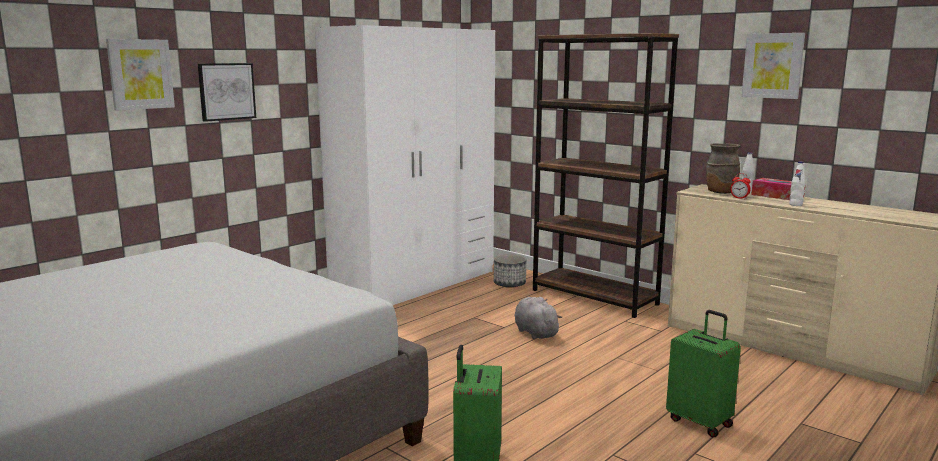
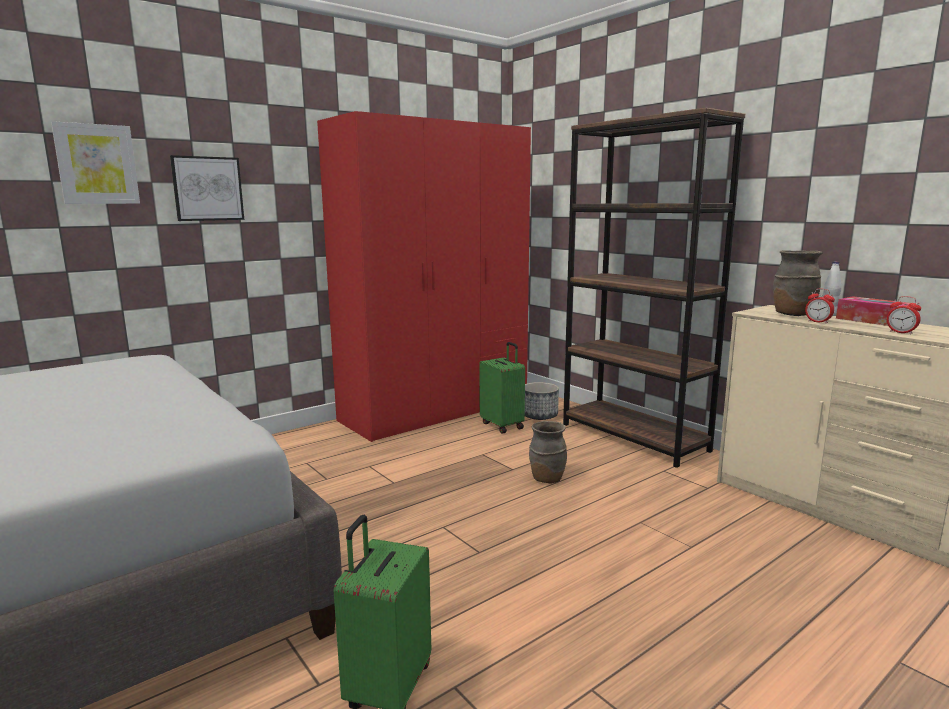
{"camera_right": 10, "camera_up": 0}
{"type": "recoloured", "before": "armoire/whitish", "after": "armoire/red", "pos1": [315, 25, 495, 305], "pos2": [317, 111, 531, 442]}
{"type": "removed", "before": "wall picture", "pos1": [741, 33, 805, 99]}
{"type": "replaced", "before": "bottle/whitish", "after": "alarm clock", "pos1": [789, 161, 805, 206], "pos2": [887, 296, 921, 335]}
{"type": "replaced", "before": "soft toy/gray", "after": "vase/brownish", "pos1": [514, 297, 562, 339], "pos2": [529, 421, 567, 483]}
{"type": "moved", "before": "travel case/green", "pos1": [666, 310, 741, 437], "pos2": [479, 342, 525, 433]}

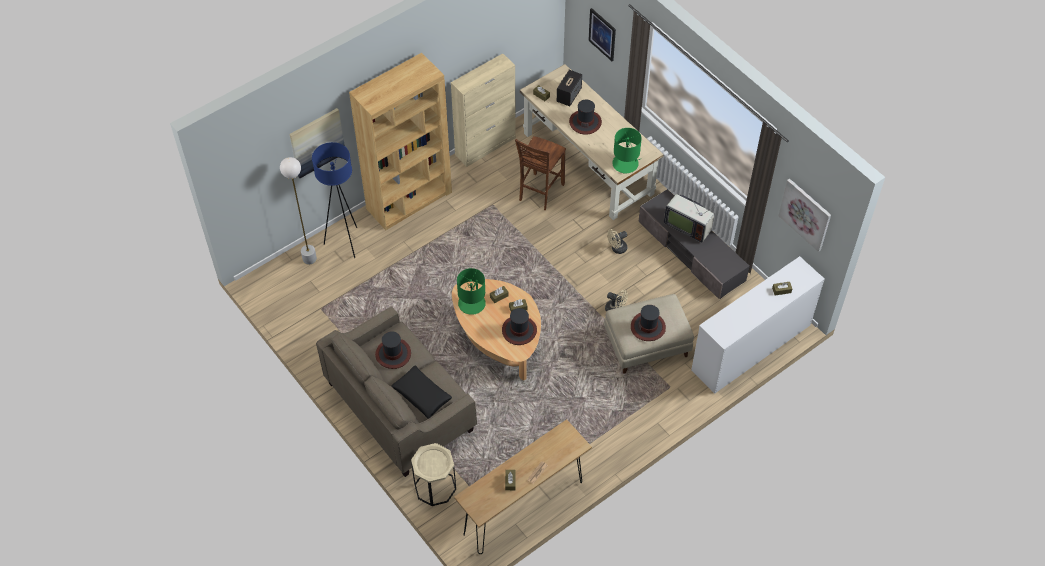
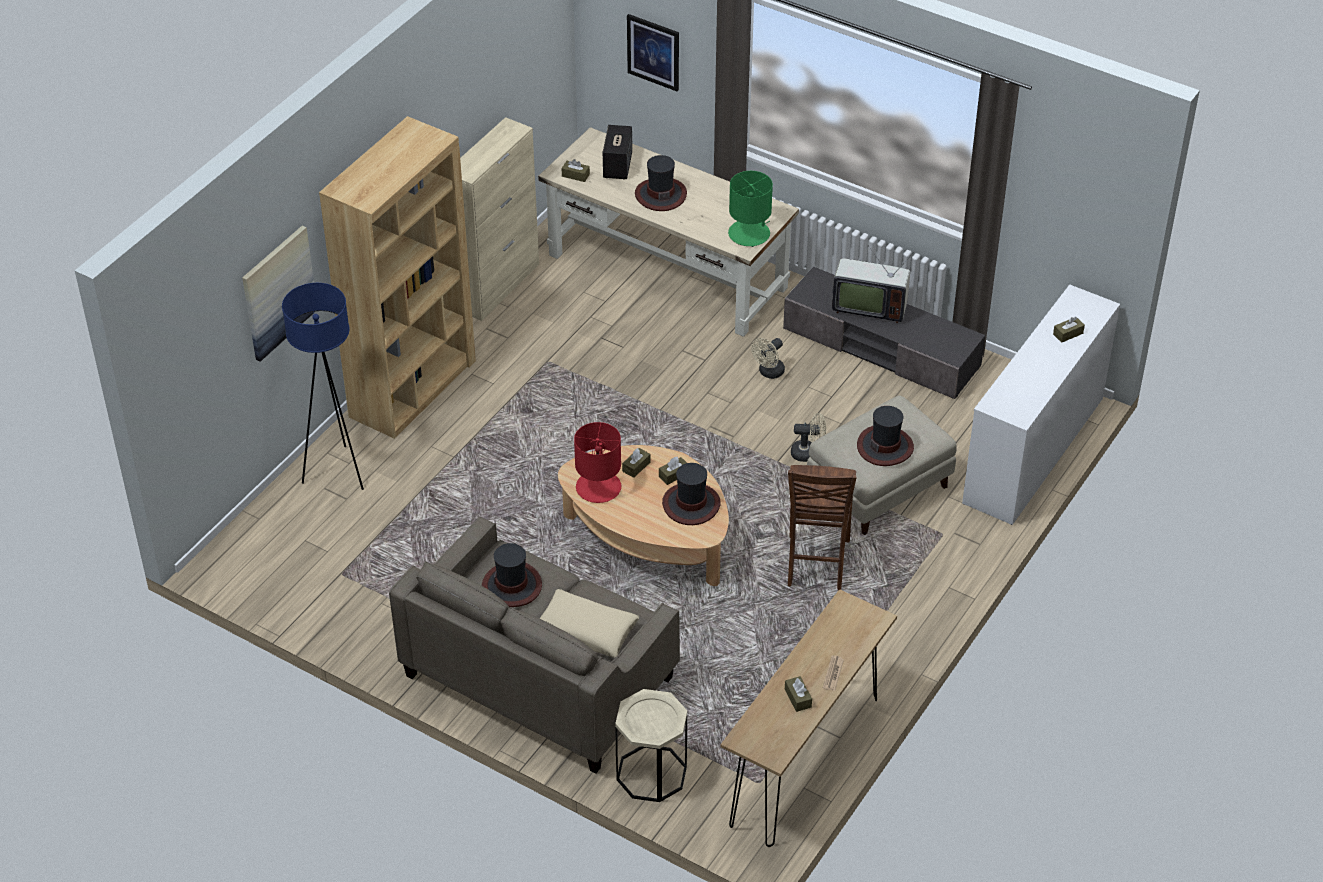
{"camera_right": -20, "camera_up": -10}
{"type": "moved", "before": "chair/brownish", "pos1": [515, 136, 566, 210], "pos2": [788, 465, 857, 590]}
{"type": "removed", "before": "standing lamp/whitish", "pos1": [280, 157, 317, 265]}
{"type": "removed", "before": "wall picture", "pos1": [778, 179, 831, 252]}
{"type": "recoloured", "before": "tabletop lamp/green", "after": "tabletop lamp/red", "pos1": [457, 268, 486, 315], "pos2": [574, 422, 621, 503]}
{"type": "recoloured", "before": "pillow/blackish", "after": "pillow/sand-coloured", "pos1": [391, 365, 452, 419], "pos2": [539, 589, 639, 658]}

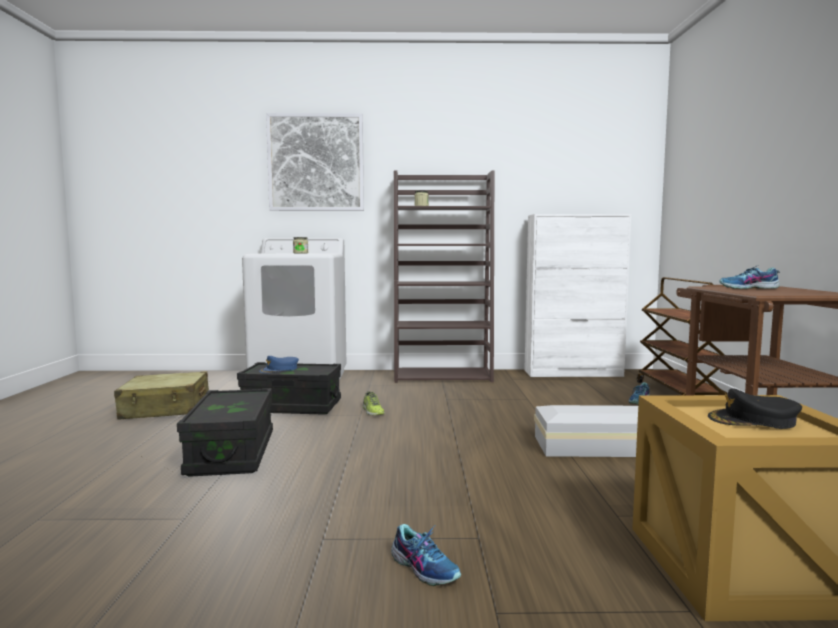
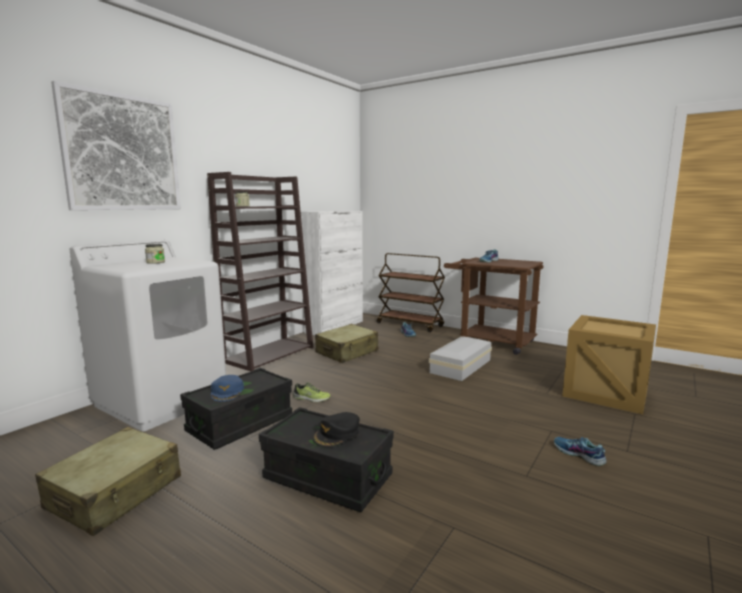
{"camera_right": -55, "camera_up": 5}
{"type": "moved", "before": "cap/blackish", "pos1": [708, 388, 802, 429], "pos2": [312, 412, 360, 447]}
{"type": "turned", "before": "low shoe", "pos1": [391, 524, 461, 586], "pos2": [554, 437, 607, 466], "turn": -120}
{"type": "added", "after": "travel case/sand-coloured", "pos2": [315, 324, 378, 363]}

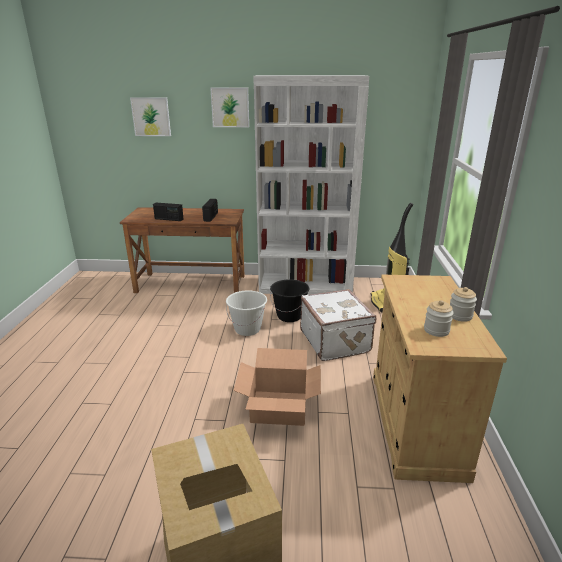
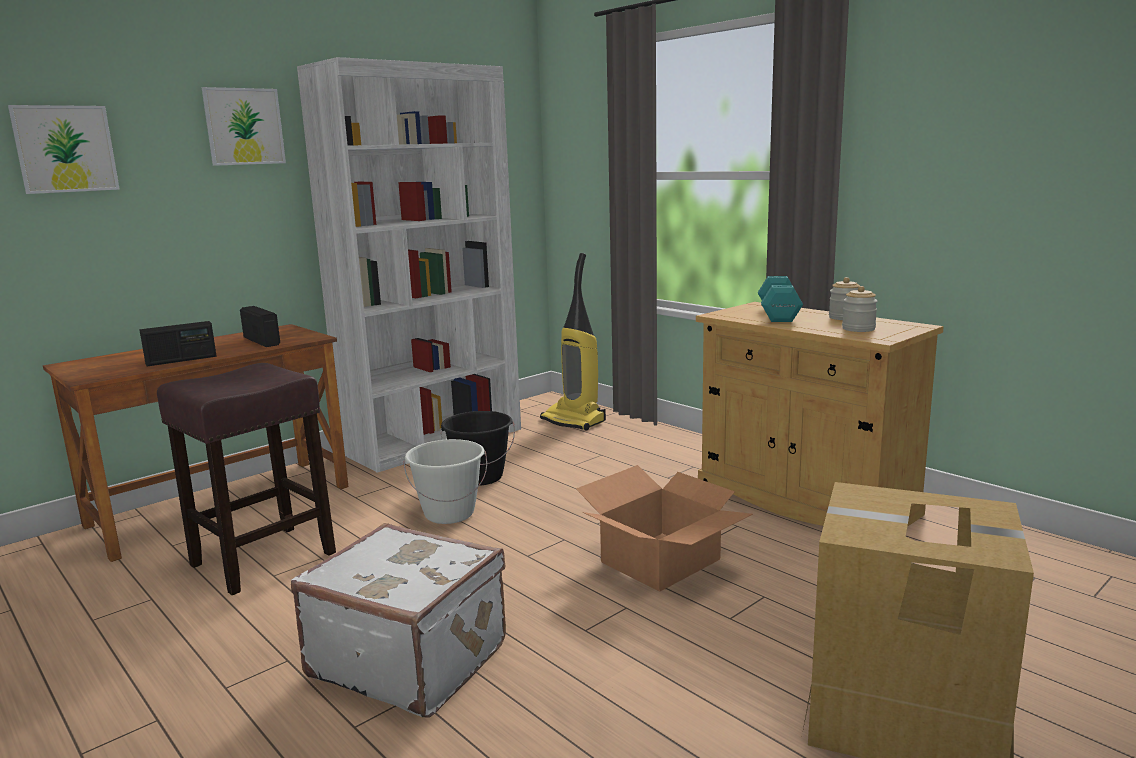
{"camera_right": -45, "camera_up": -10}
{"type": "moved", "before": "travel case/whitish", "pos1": [300, 289, 377, 361], "pos2": [291, 523, 506, 718]}
{"type": "added", "after": "free weight/turquoise", "pos2": [758, 276, 803, 322]}
{"type": "added", "after": "sitting stool/brownish", "pos2": [157, 363, 336, 595]}

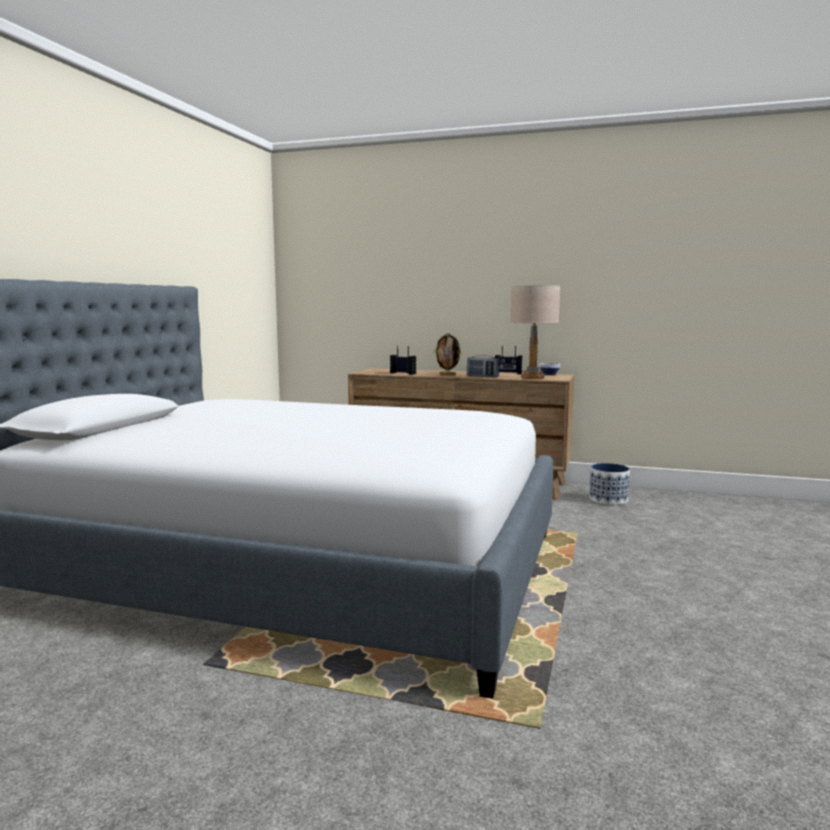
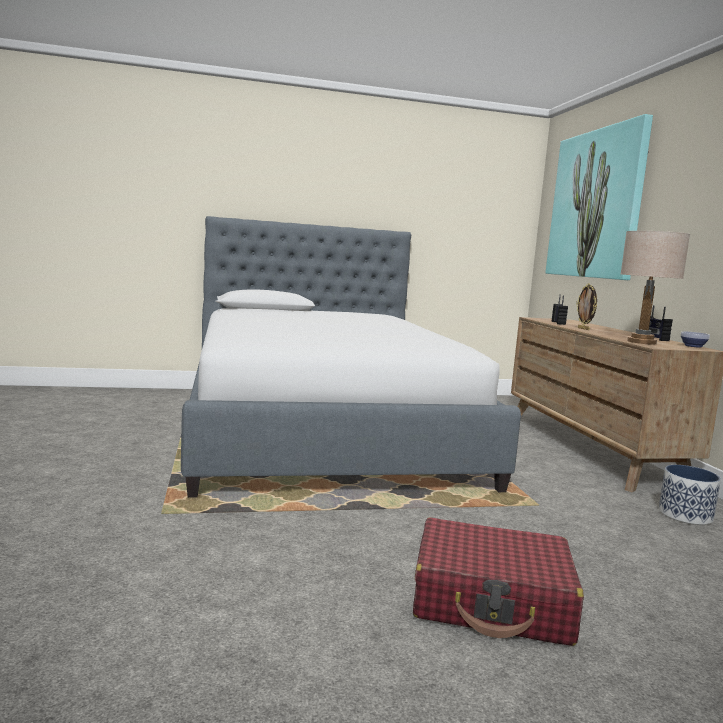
{"camera_right": 60, "camera_up": 0}
{"type": "removed", "before": "radio", "pos1": [467, 355, 500, 378]}
{"type": "added", "after": "wall picture", "pos2": [546, 114, 653, 280]}
{"type": "added", "after": "travel case/red", "pos2": [413, 517, 584, 646]}

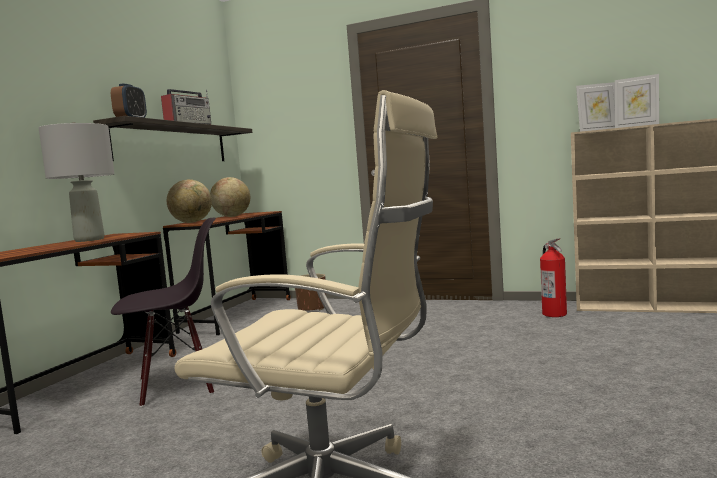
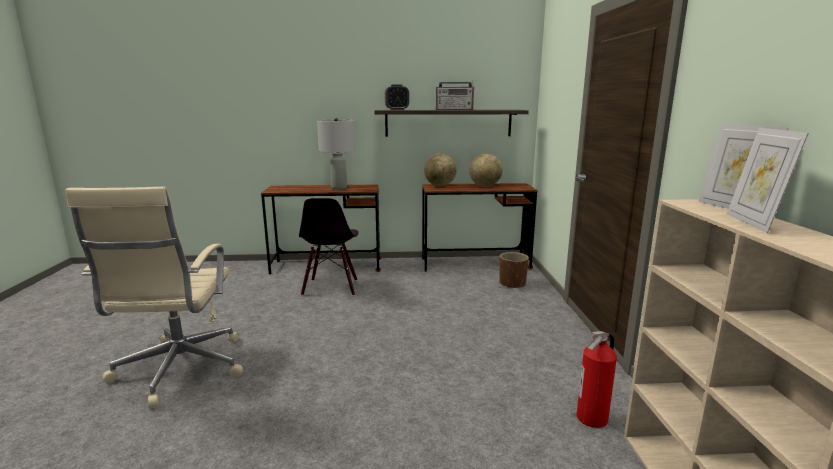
{"camera_right": 65, "camera_up": 10}
{"type": "turned", "before": "chair/blackish", "pos1": [111, 218, 216, 407], "pos2": [299, 198, 358, 296], "turn": 45}

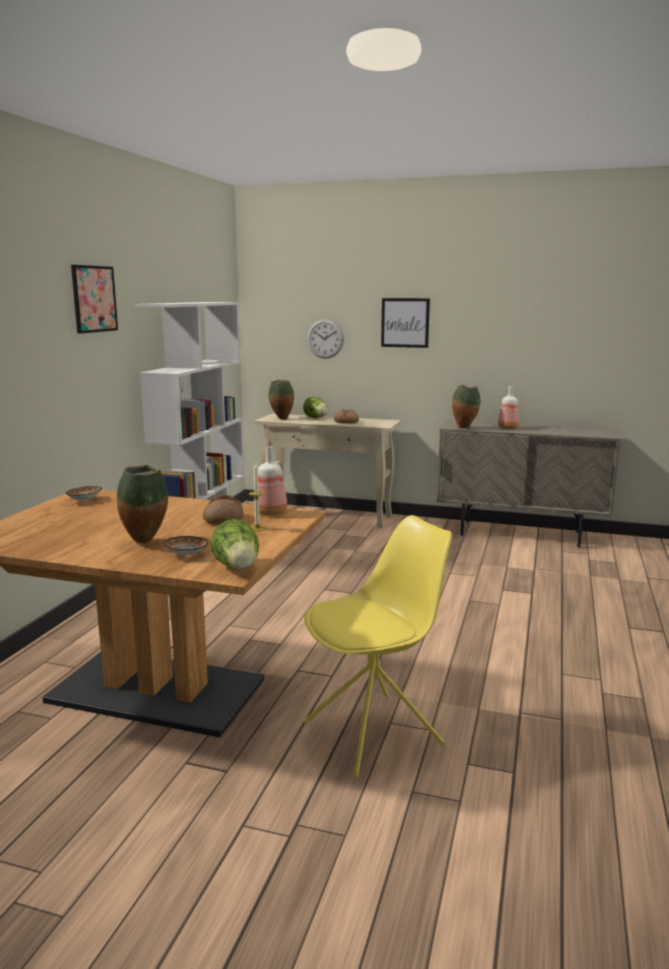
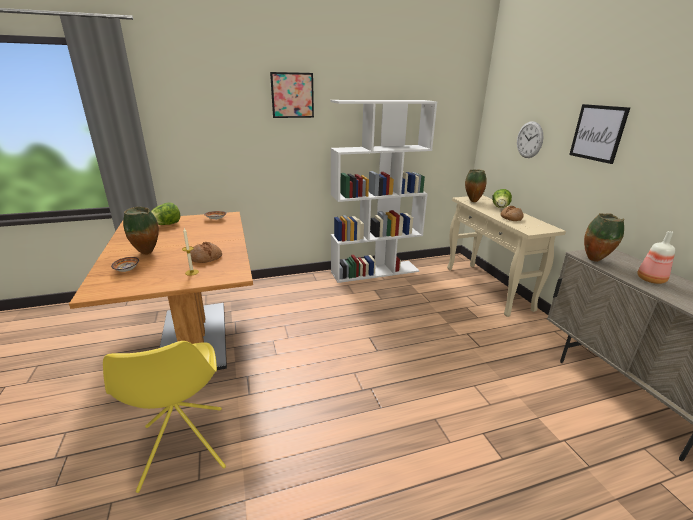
{"camera_right": 55, "camera_up": 10}
{"type": "removed", "before": "bottle", "pos1": [258, 447, 287, 515]}
{"type": "turned", "before": "chair/yellow", "pos1": [304, 515, 452, 778], "pos2": [103, 341, 226, 493], "turn": 45}
{"type": "moved", "before": "head of lettuce", "pos1": [210, 519, 259, 570], "pos2": [151, 203, 180, 225]}

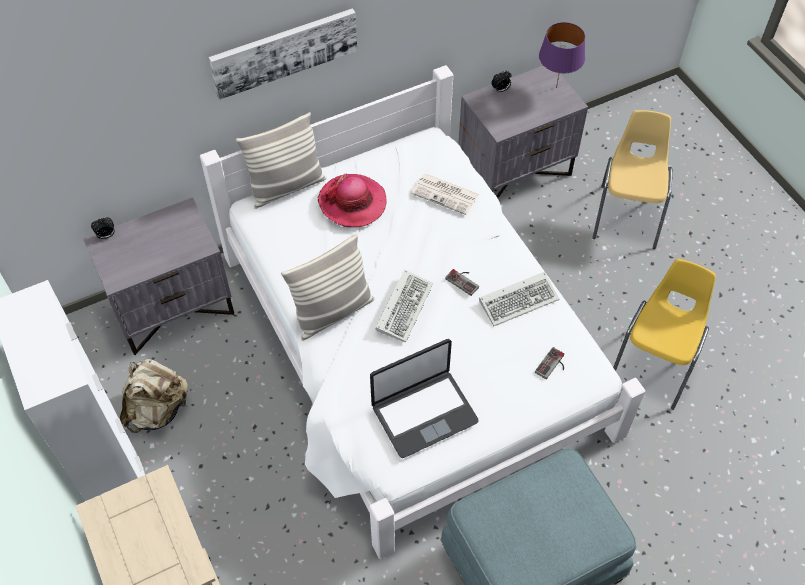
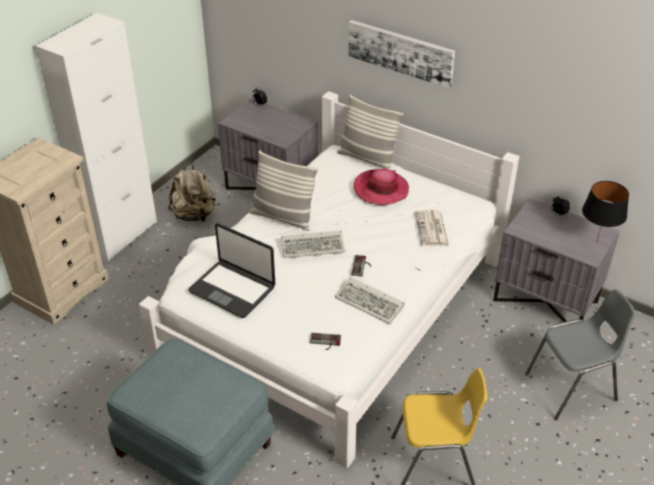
{"camera_right": 60, "camera_up": -15}
{"type": "recoloured", "before": "tabletop lamp/purplish", "after": "tabletop lamp/blackish", "pos1": [539, 22, 585, 88], "pos2": [582, 181, 629, 243]}
{"type": "recoloured", "before": "chair/yellow", "after": "chair/gray", "pos1": [593, 110, 672, 249], "pos2": [525, 289, 636, 420]}

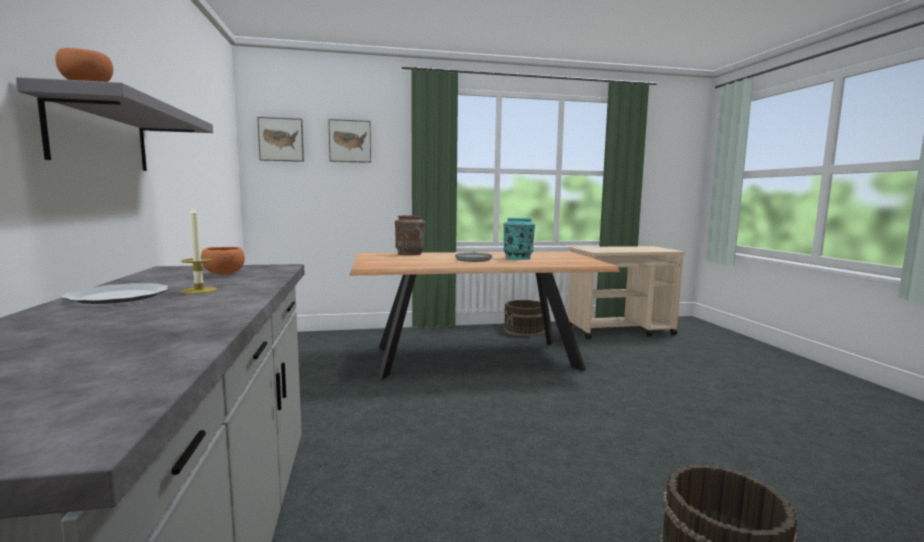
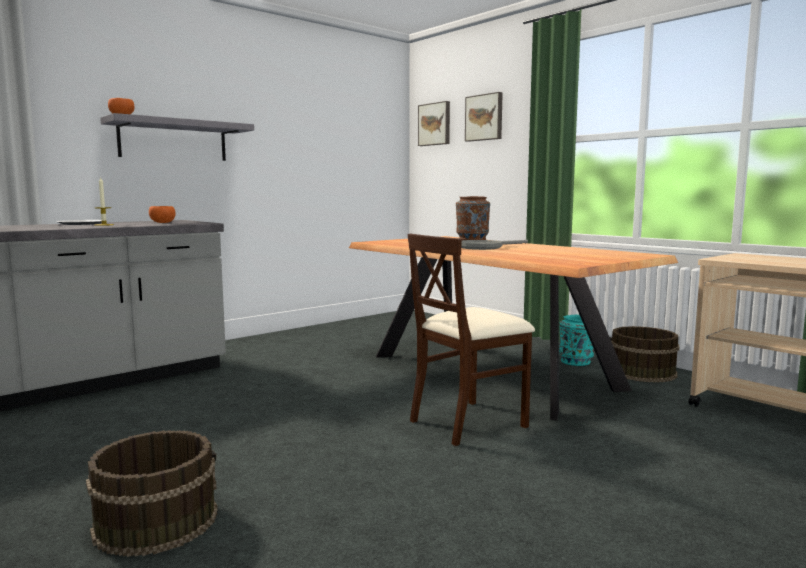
{"camera_right": 60, "camera_up": 0}
{"type": "moved", "before": "vase/turquoise", "pos1": [504, 218, 535, 260], "pos2": [559, 315, 594, 366]}
{"type": "added", "after": "chair/sand-coloured", "pos2": [408, 233, 535, 446]}

